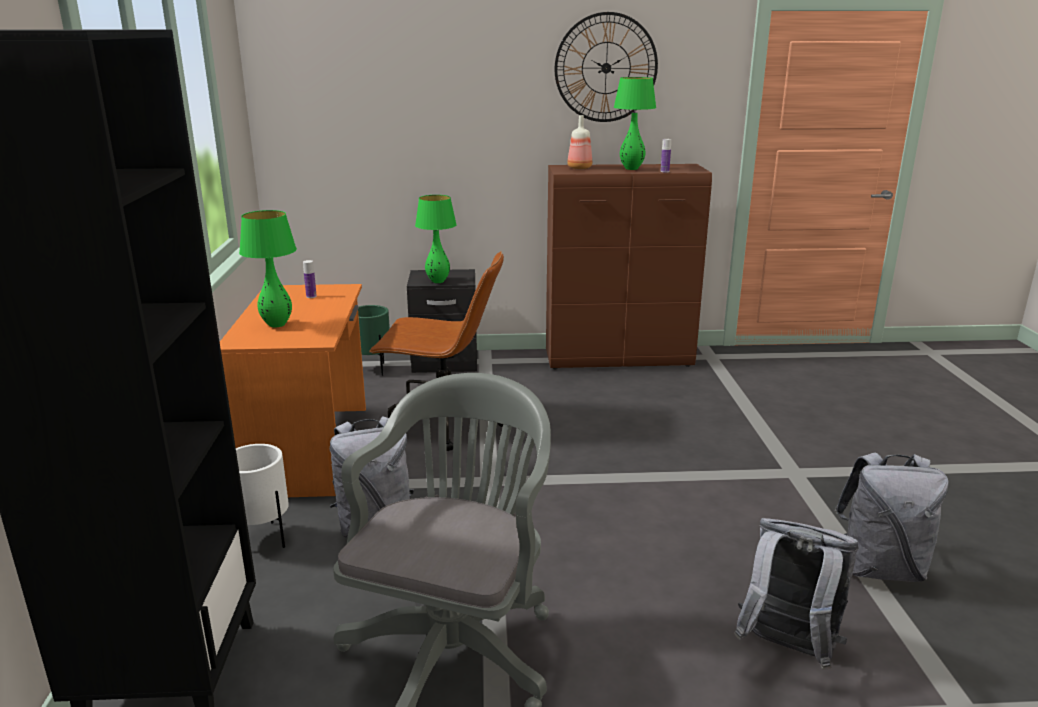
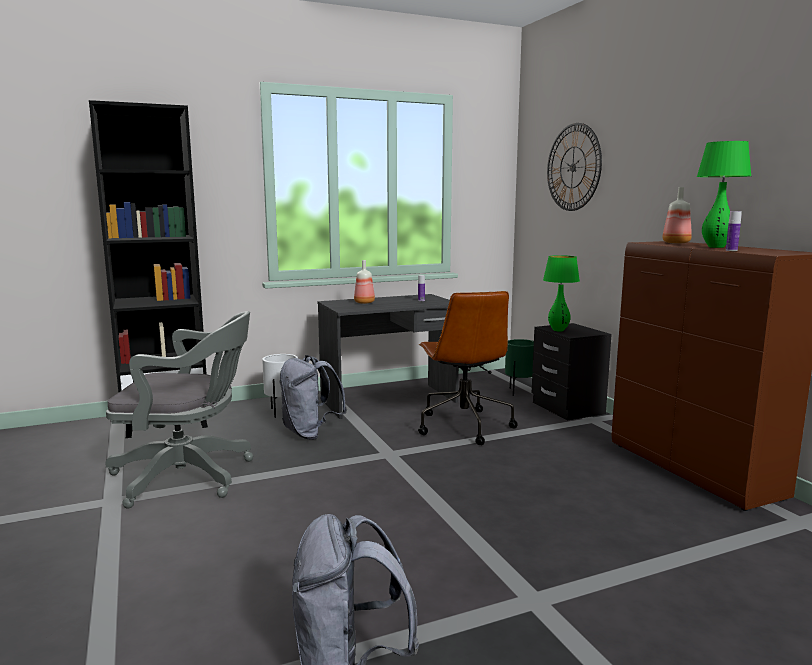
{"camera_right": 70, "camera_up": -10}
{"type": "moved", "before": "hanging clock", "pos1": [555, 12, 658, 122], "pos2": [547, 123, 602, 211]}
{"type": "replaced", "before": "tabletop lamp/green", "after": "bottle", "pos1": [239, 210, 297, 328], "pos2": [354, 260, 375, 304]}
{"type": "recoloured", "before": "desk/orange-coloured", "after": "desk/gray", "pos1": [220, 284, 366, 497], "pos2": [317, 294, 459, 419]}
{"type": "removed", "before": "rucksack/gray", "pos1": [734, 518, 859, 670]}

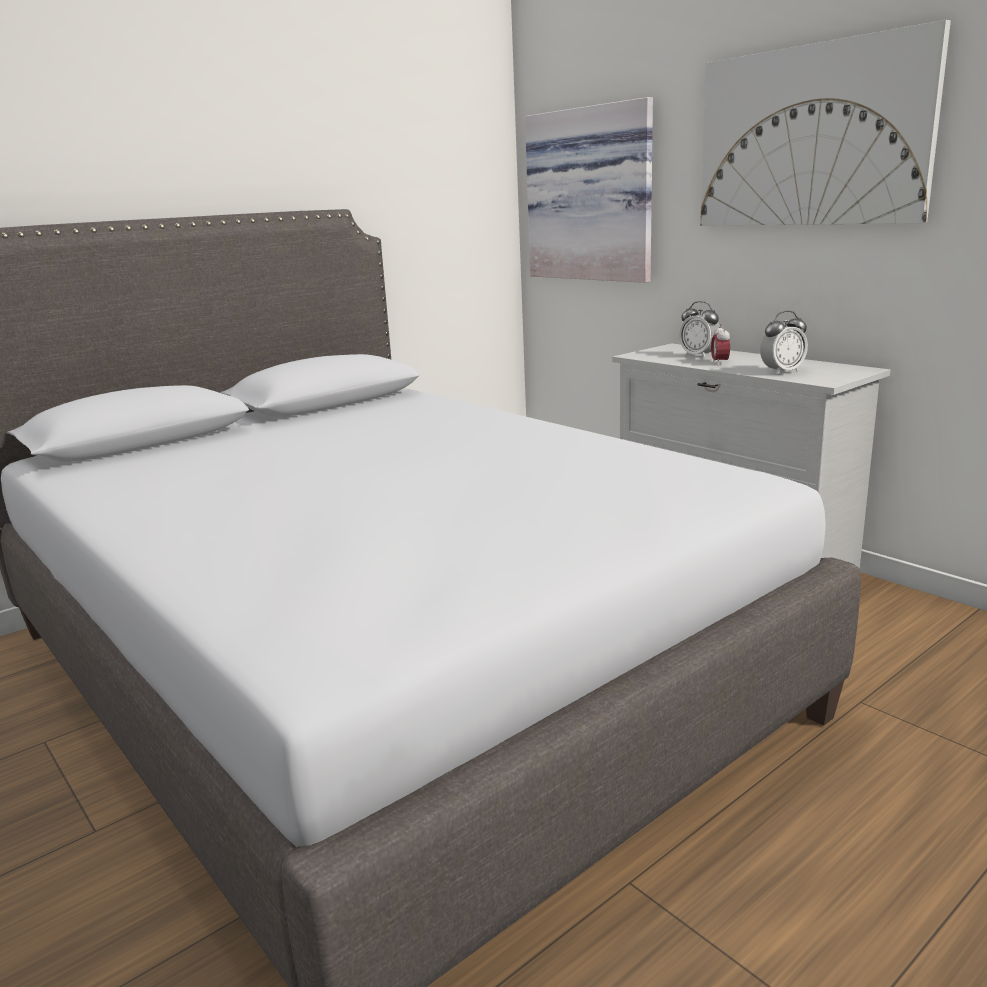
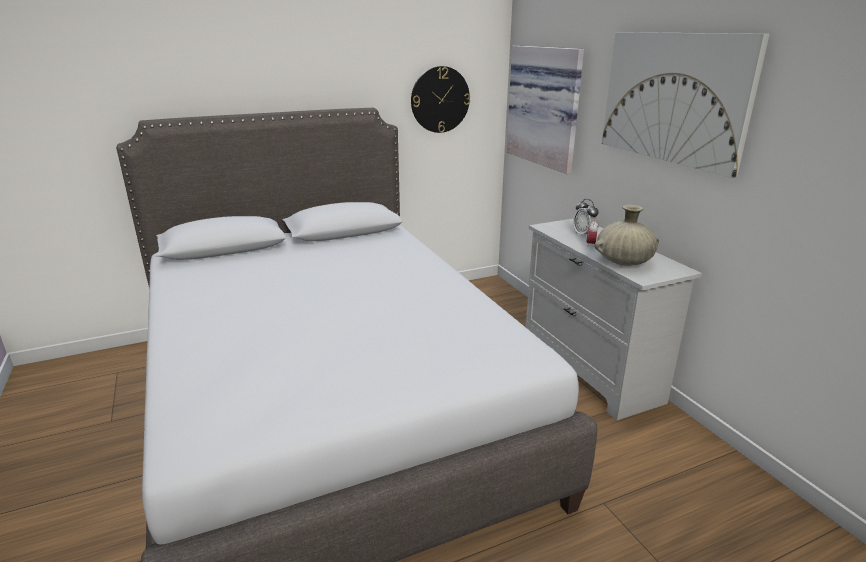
{"camera_right": 15, "camera_up": 5}
{"type": "replaced", "before": "alarm clock", "after": "vase/sand-coloured", "pos1": [760, 311, 808, 375], "pos2": [594, 205, 659, 266]}
{"type": "added", "after": "hanging clock", "pos2": [411, 66, 470, 133]}

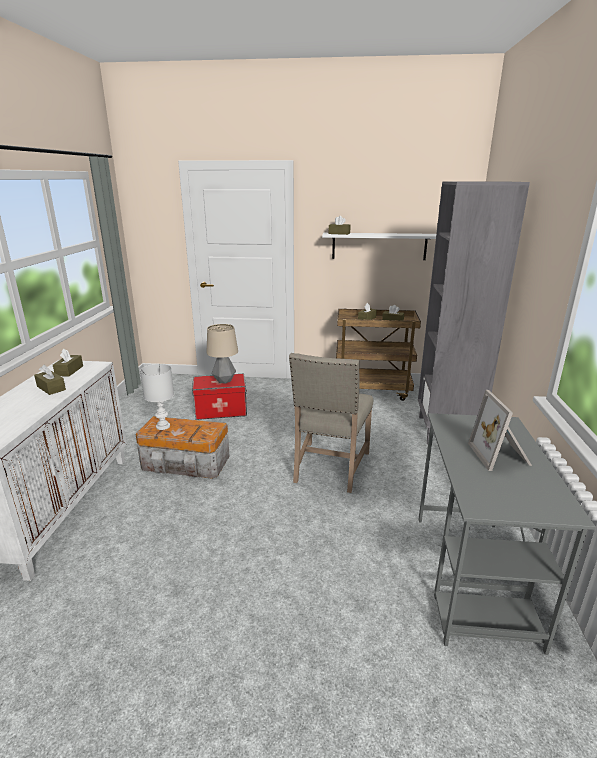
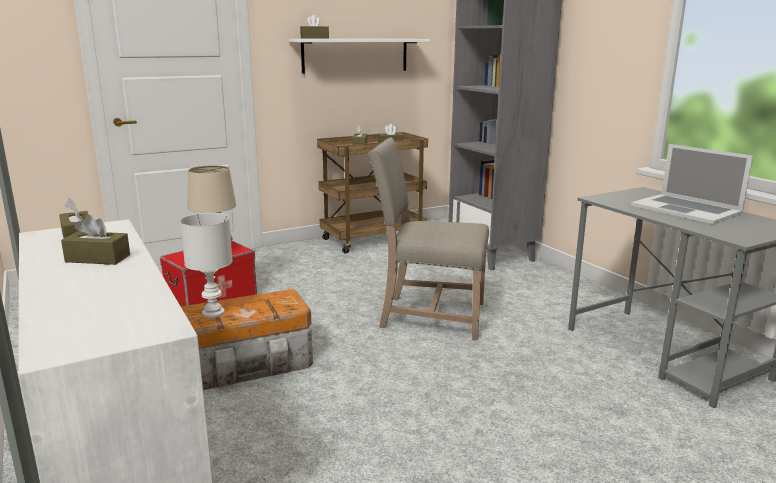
{"camera_right": -35, "camera_up": -5}
{"type": "turned", "before": "chair/sand-coloured", "pos1": [289, 353, 373, 493], "pos2": [368, 138, 489, 340], "turn": 120}
{"type": "replaced", "before": "picture frame", "after": "notebook computer", "pos1": [468, 390, 532, 471], "pos2": [631, 144, 753, 224]}

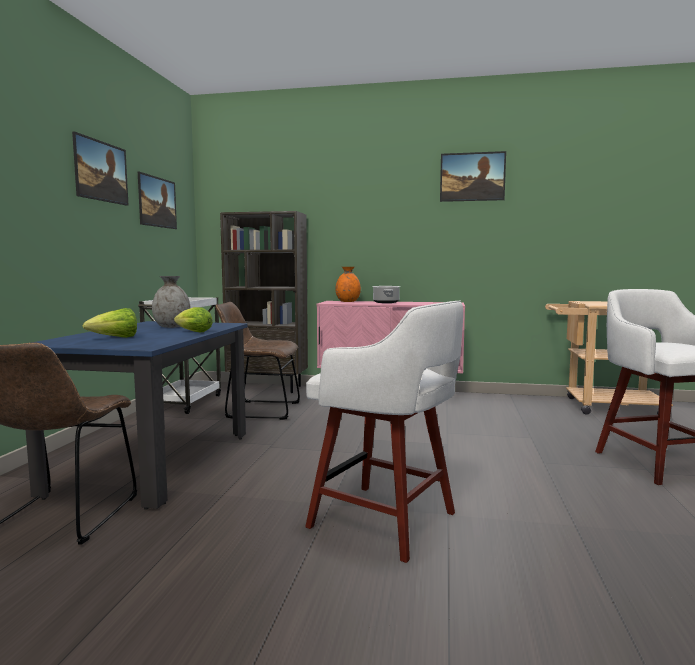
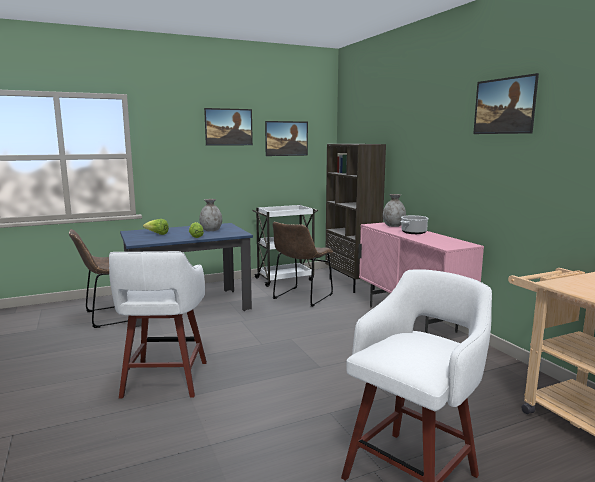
{"camera_right": 55, "camera_up": 5}
{"type": "recoloured", "before": "vase/orange-coloured", "after": "vase/gray", "pos1": [335, 267, 361, 302], "pos2": [383, 194, 406, 227]}
{"type": "turned", "before": "chair/brownish", "pos1": [215, 302, 300, 420], "pos2": [273, 222, 333, 307], "turn": -120}

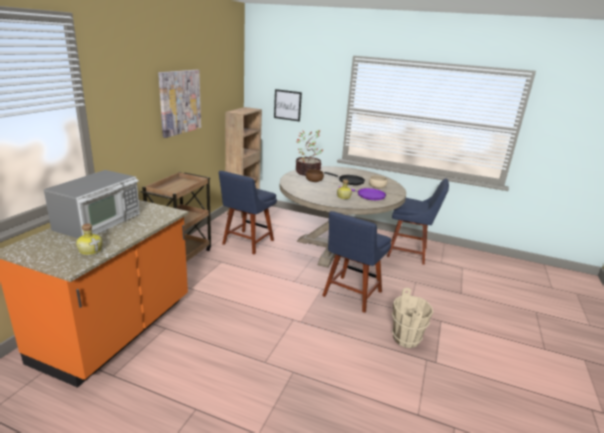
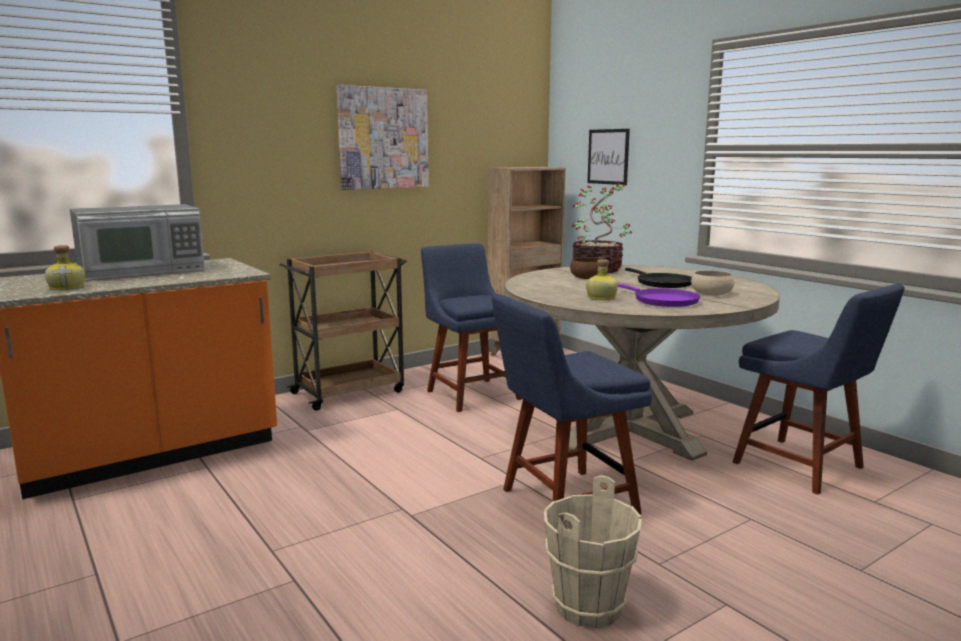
{"camera_right": 35, "camera_up": -10}
{"type": "turned", "before": "chair/blue", "pos1": [219, 171, 277, 255], "pos2": [421, 243, 522, 412], "turn": 90}

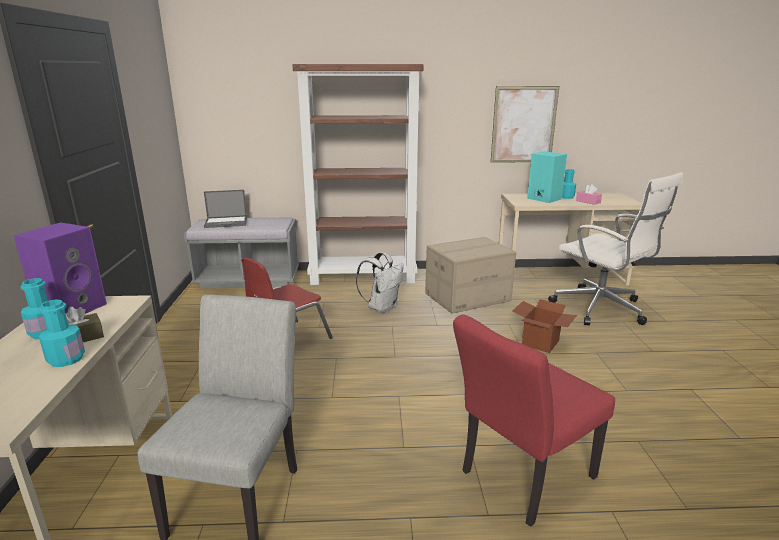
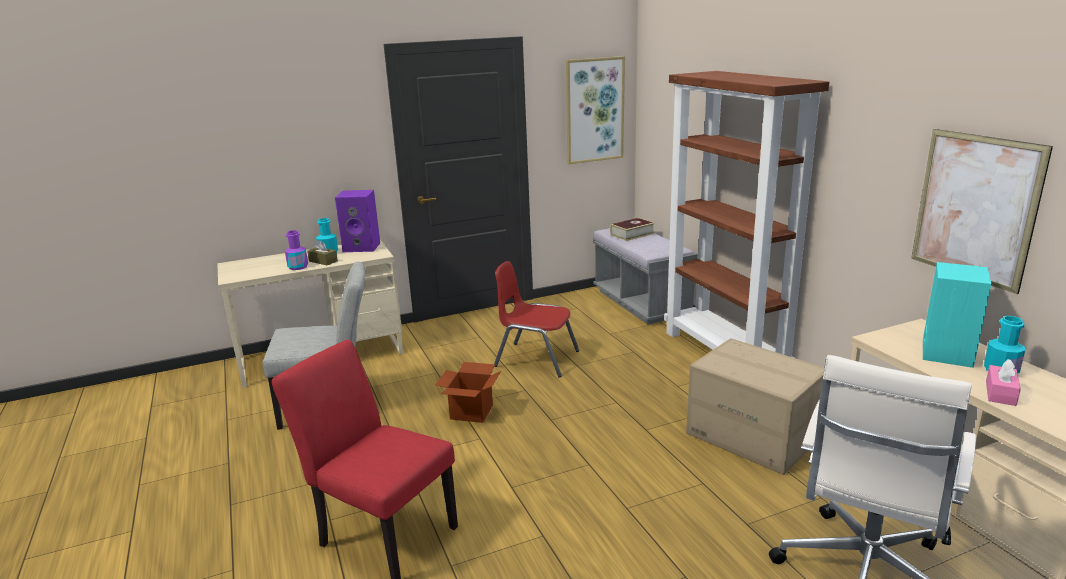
{"camera_right": 70, "camera_up": 0}
{"type": "replaced", "before": "notebook computer", "after": "bound book", "pos1": [204, 190, 247, 228], "pos2": [610, 218, 655, 241]}
{"type": "removed", "before": "rucksack/whitish", "pos1": [356, 252, 404, 313]}
{"type": "moved", "before": "packing box", "pos1": [512, 299, 577, 353], "pos2": [435, 362, 501, 423]}
{"type": "recoloured", "before": "bottle/turquoise", "after": "bottle/purplish", "pos1": [38, 300, 85, 367], "pos2": [285, 230, 308, 270]}
{"type": "added", "after": "wall picture", "pos2": [566, 56, 625, 164]}

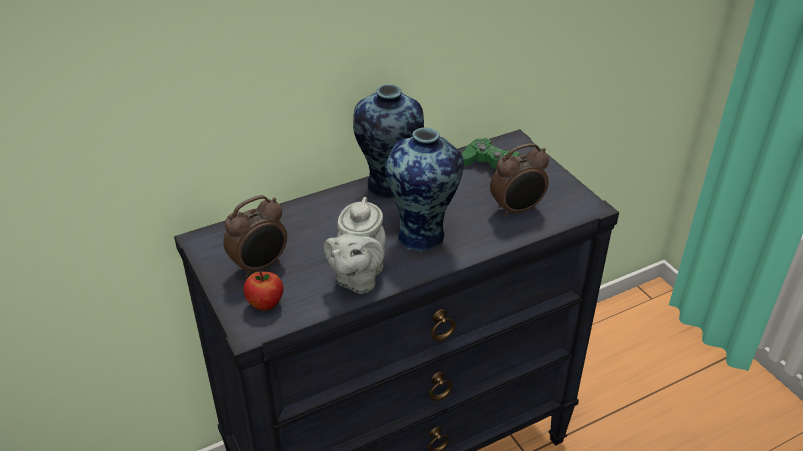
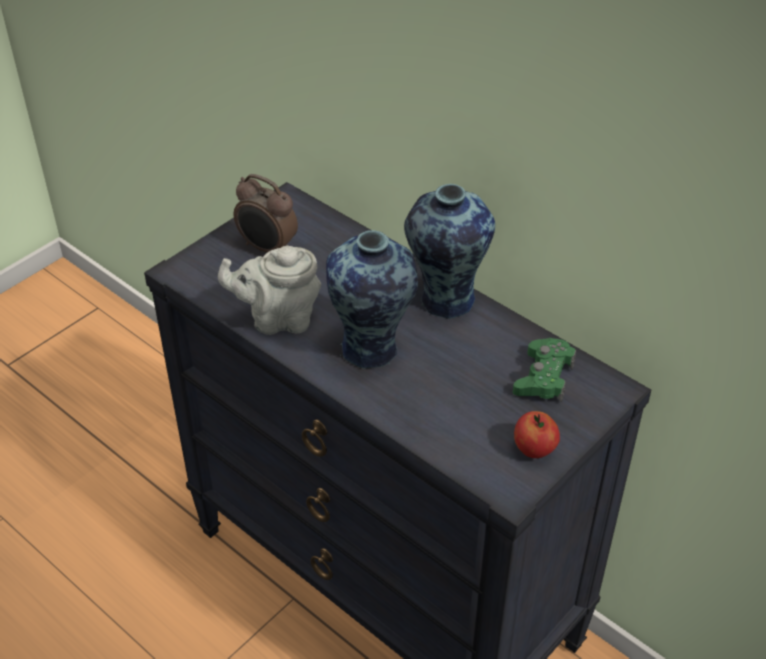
{"camera_right": 70, "camera_up": 5}
{"type": "removed", "before": "alarm clock", "pos1": [490, 143, 549, 218]}
{"type": "moved", "before": "whole apple", "pos1": [243, 272, 283, 310], "pos2": [514, 411, 560, 458]}

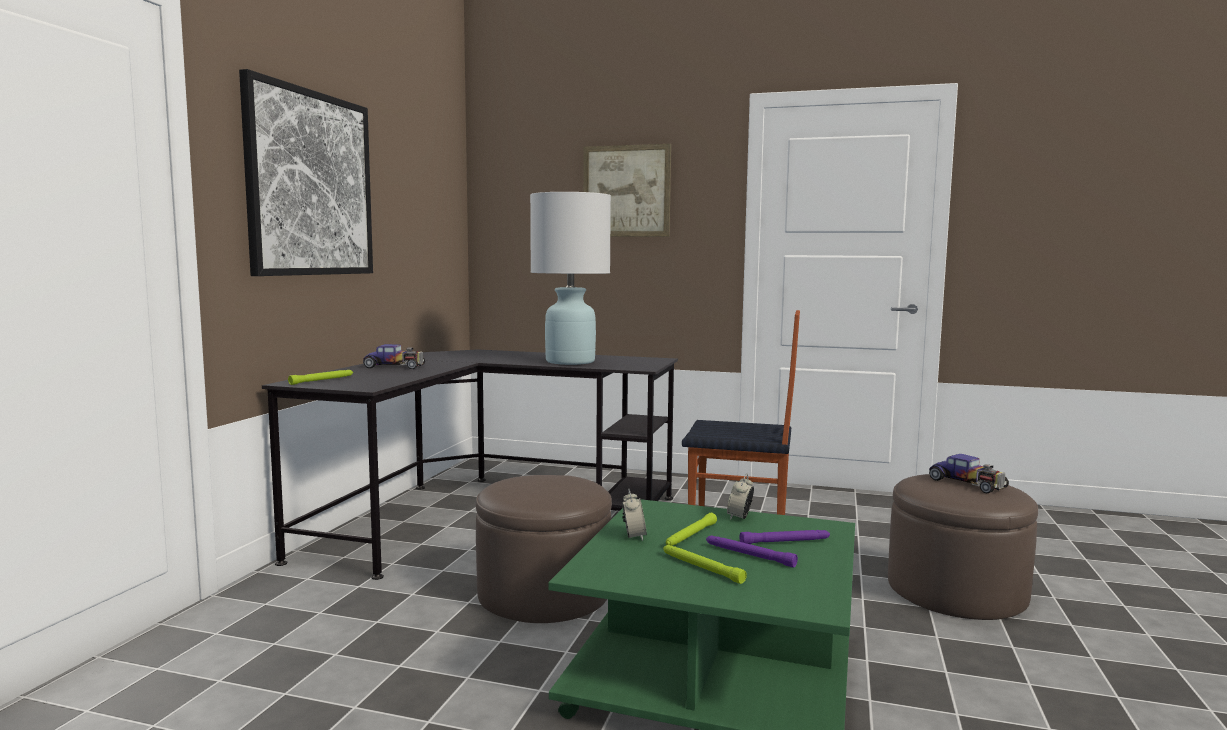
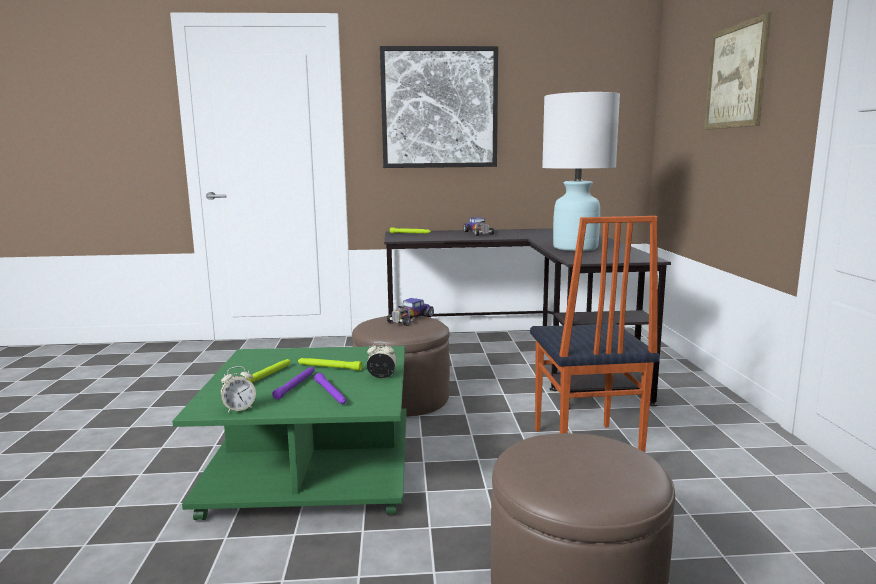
{"camera_right": 70, "camera_up": 5}
{"type": "moved", "before": "model car", "pos1": [929, 454, 1009, 493], "pos2": [387, 298, 434, 326]}
{"type": "moved", "before": "alarm clock", "pos1": [622, 489, 647, 541], "pos2": [221, 366, 256, 413]}

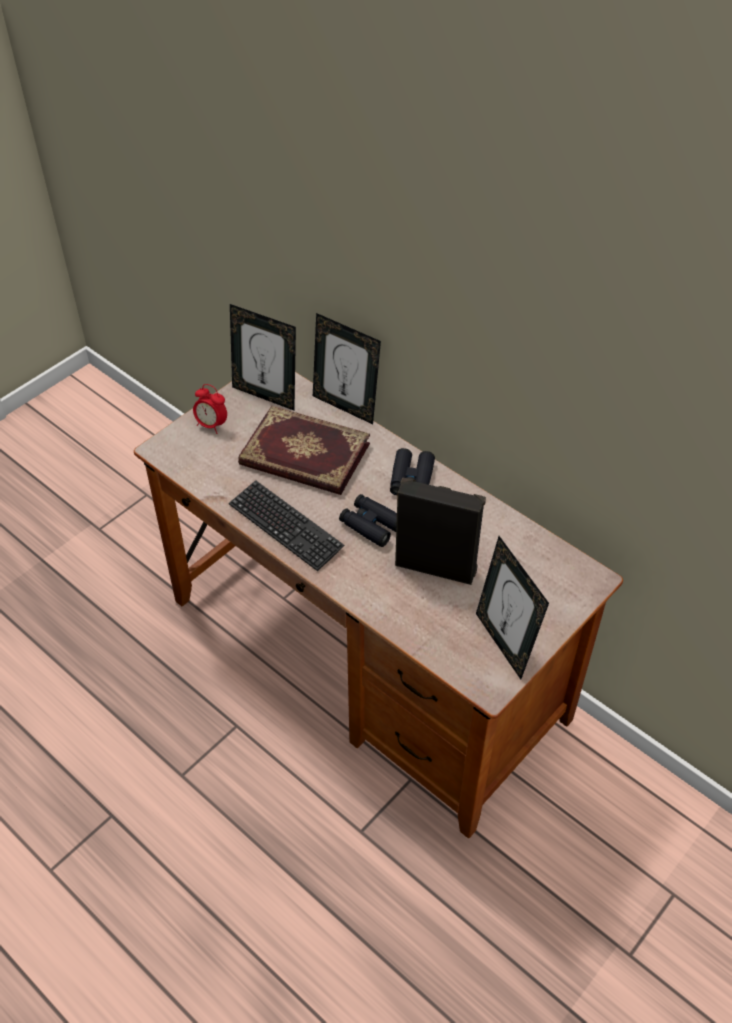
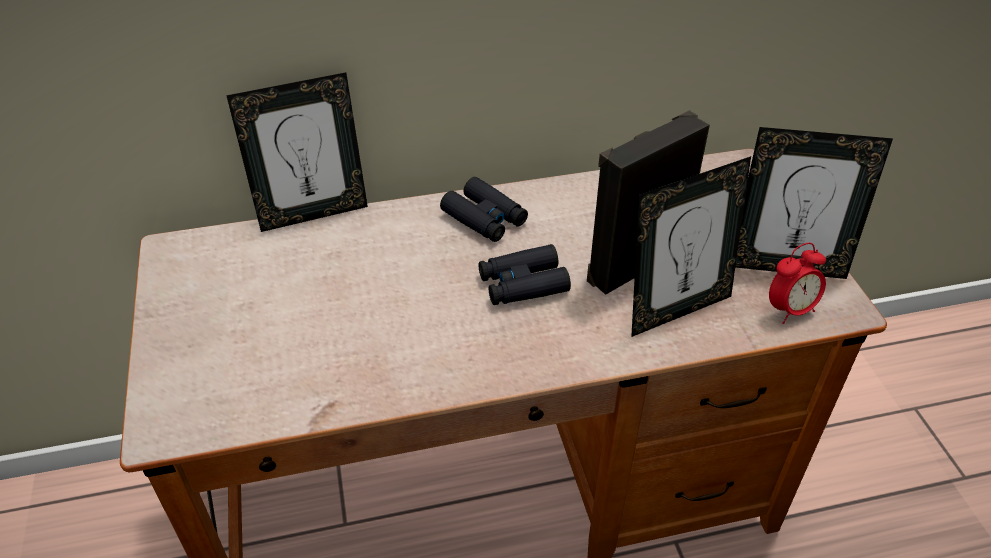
{"camera_right": -55, "camera_up": -5}
{"type": "moved", "before": "picture frame", "pos1": [230, 304, 296, 410], "pos2": [631, 156, 751, 337]}
{"type": "moved", "before": "alarm clock", "pos1": [193, 384, 227, 434], "pos2": [769, 243, 826, 324]}
{"type": "removed", "before": "bound book", "pos1": [238, 406, 370, 495]}
{"type": "removed", "before": "keyboard", "pos1": [229, 480, 344, 571]}

